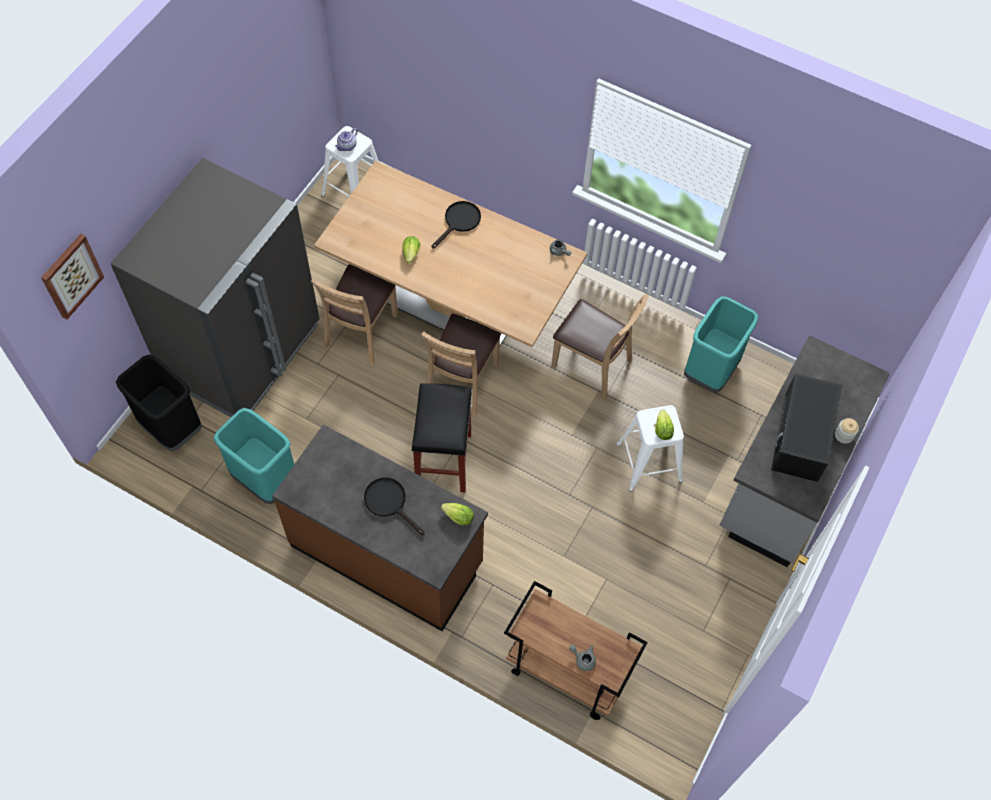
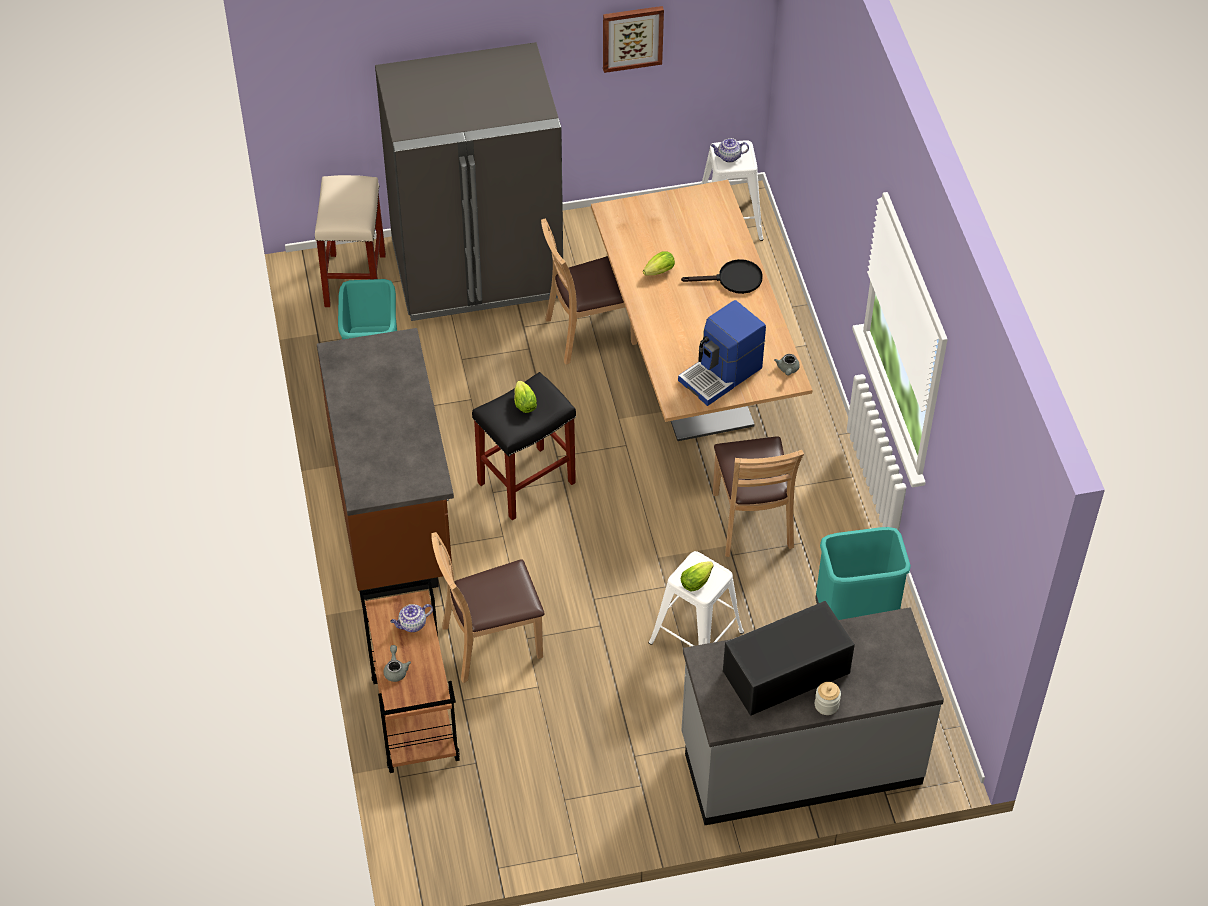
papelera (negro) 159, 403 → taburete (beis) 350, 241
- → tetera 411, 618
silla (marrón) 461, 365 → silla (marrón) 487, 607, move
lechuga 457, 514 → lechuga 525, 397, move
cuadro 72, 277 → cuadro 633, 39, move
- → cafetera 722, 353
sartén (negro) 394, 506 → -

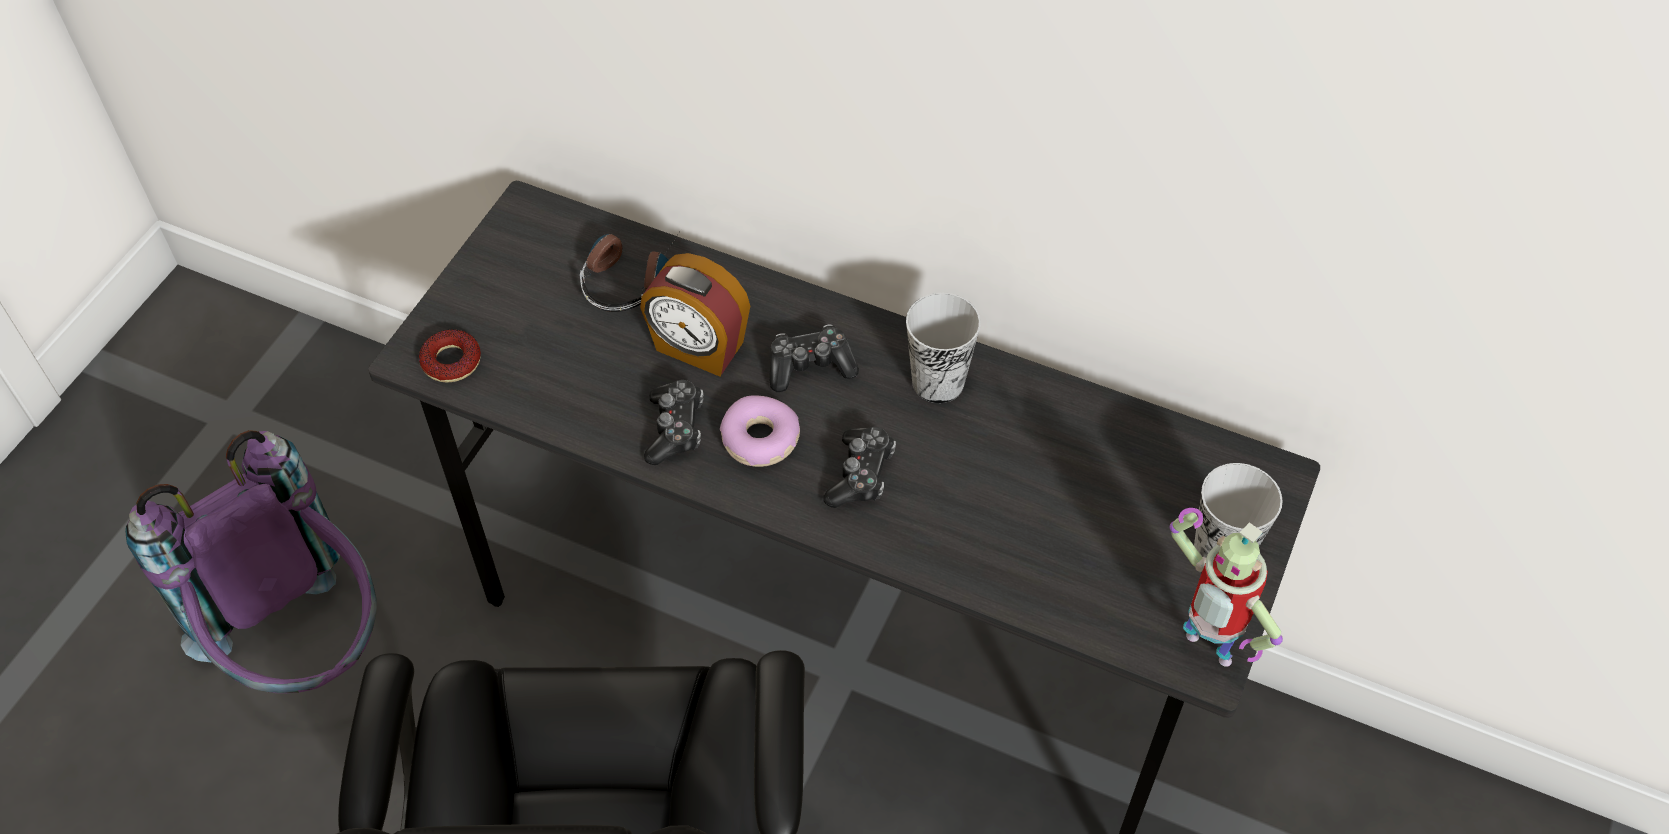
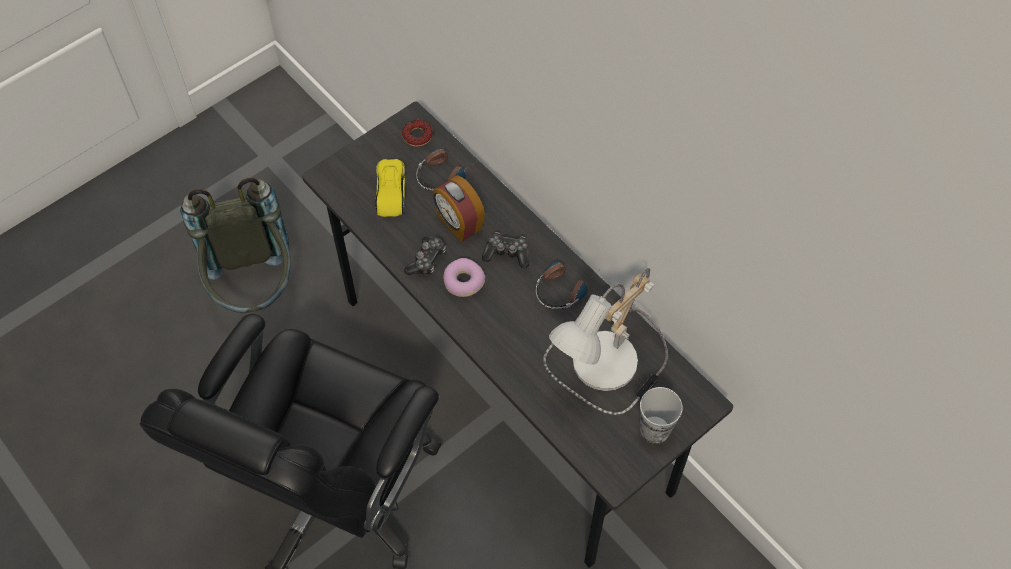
mochila (morado) 251, 561 → mochila (gris) 235, 245
- → coche de juguete (amarillo) 390, 188
rosquilla 450, 355 → rosquilla 417, 133, move
taza 943, 348 → auriculares 563, 285
- → lámpara de mesa 605, 341
mando de consola 859, 467 → -
robot de juguete 1226, 587 → -

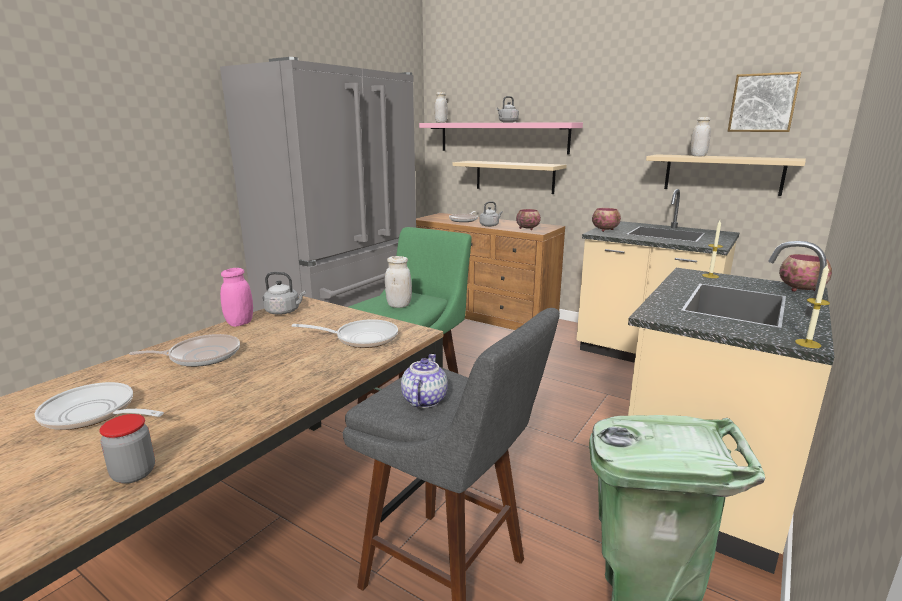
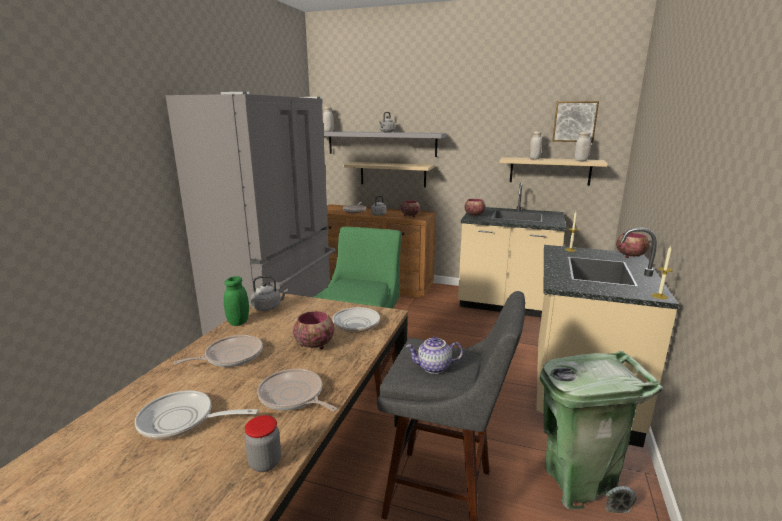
tarro (rosa) 236, 297 → tarro (verde) 236, 301
- → sartén 297, 390
- → cuenco 313, 330
estante (rosa) 501, 138 → estante (gris) 384, 144
tetera 424, 381 → tetera 434, 355, 90 degrees counterclockwise
tarro (blanco) 398, 282 → tarro (blanco) 582, 146, move

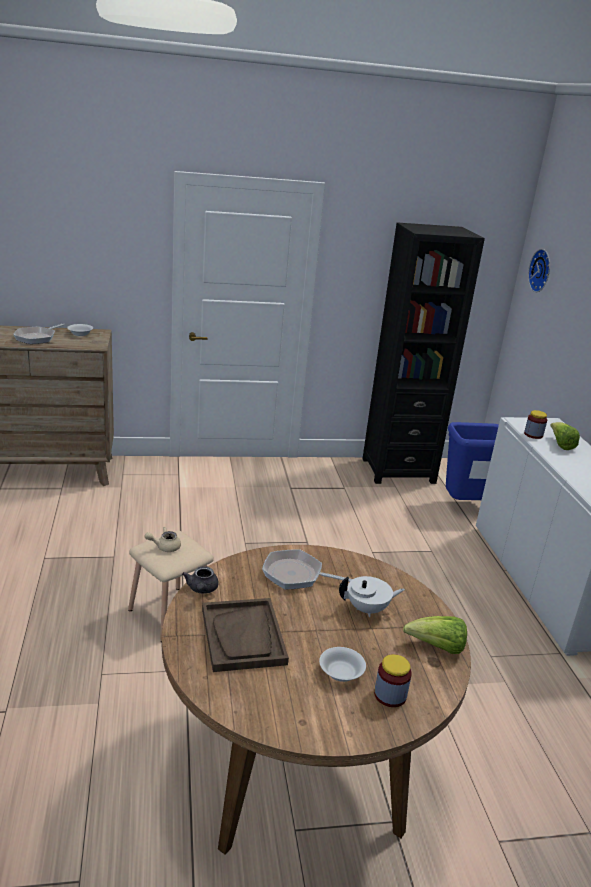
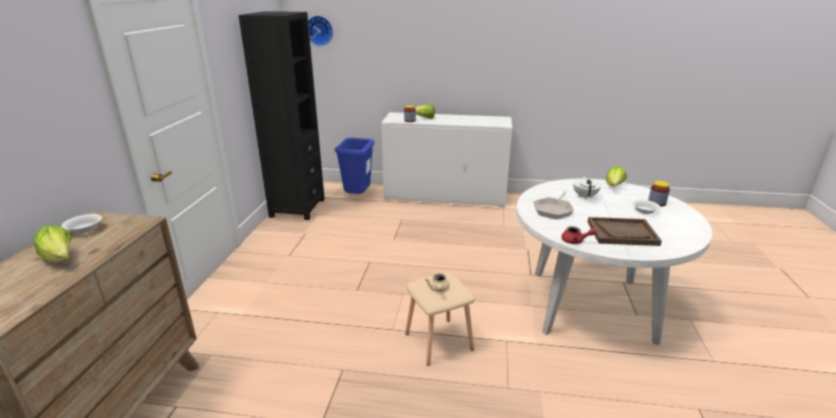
sartén 39, 333 → lechuga 52, 243
mesa de comedor (marrón) 316, 700 → mesa de comedor (blanco) 614, 262
tetera (gris) 200, 580 → tetera (rojo) 579, 235

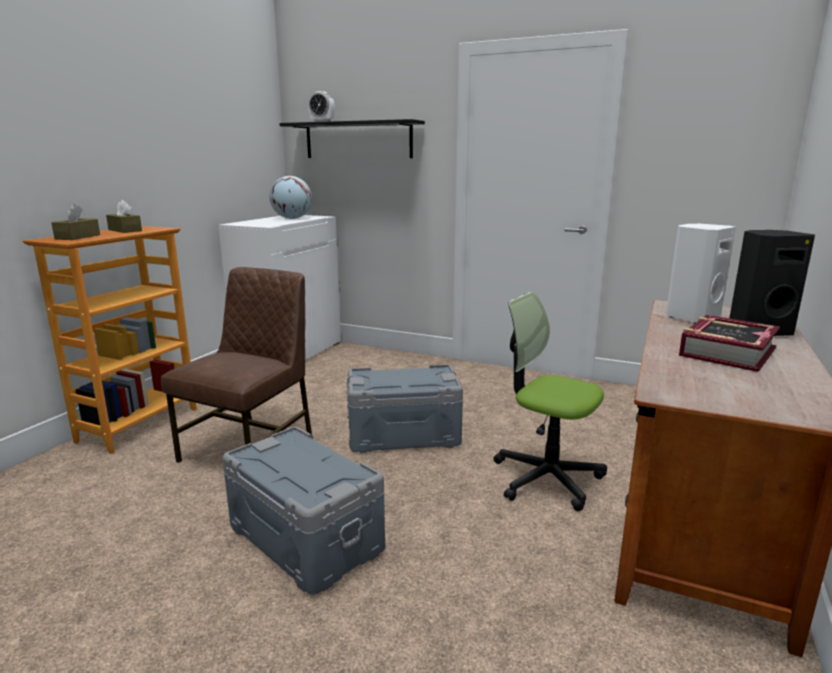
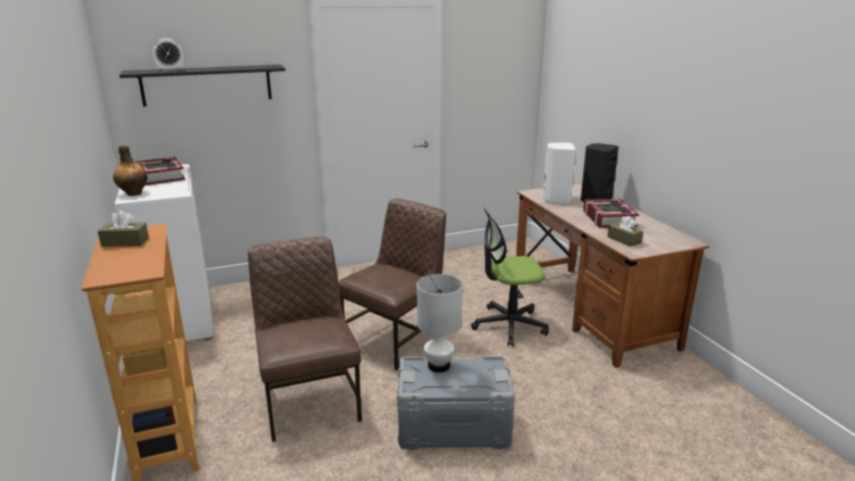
- → botella 130, 170
globo terráqueo 290, 197 → libro 160, 171
caja de almacenaje (gris) 405, 408 → silla (marrón) 392, 284
- → lámpara de mesa (blanco) 440, 323
caja de pañuelos (marrón) 75, 222 → caja de pañuelos (marrón) 625, 231, move

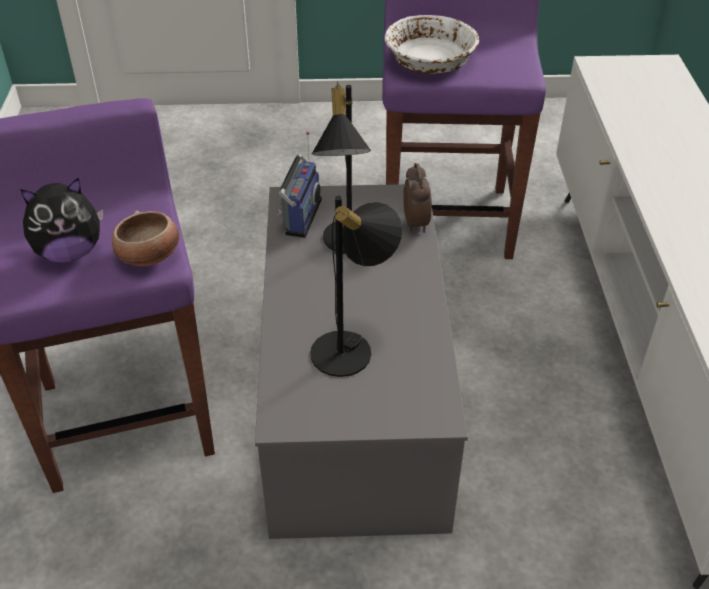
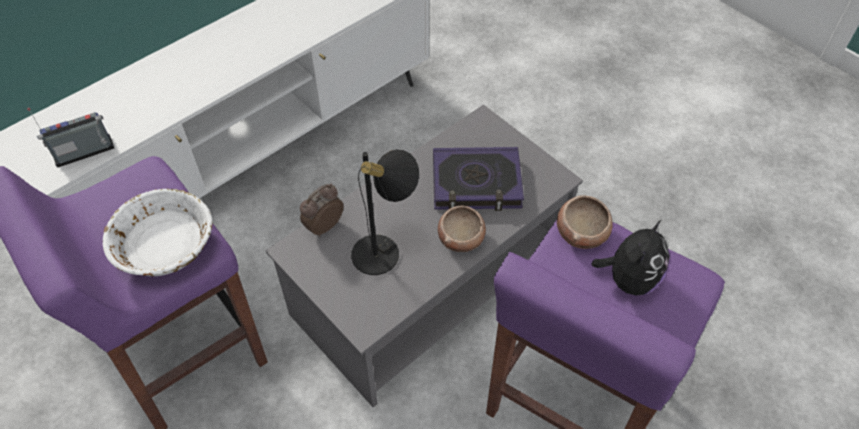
radio 299, 184 → radio 70, 138, move
lámpara de mesa (negro) 356, 286 → libro 478, 179
- → cuenco 462, 229
peluche 61, 219 → peluche 630, 258, 90 degrees clockwise

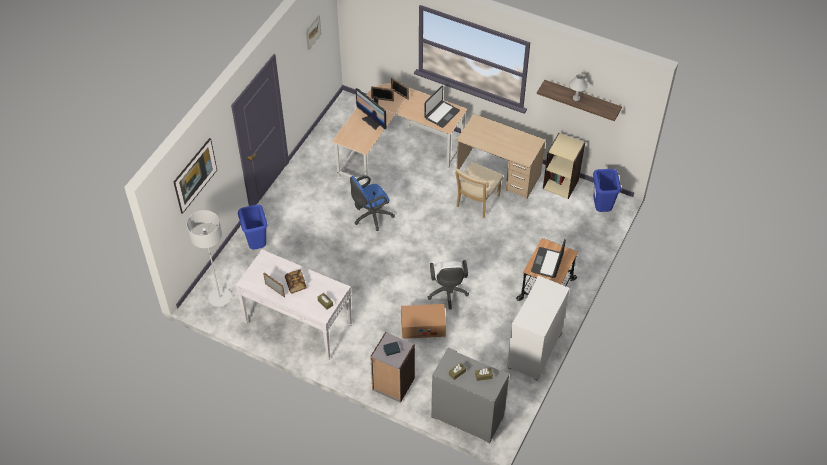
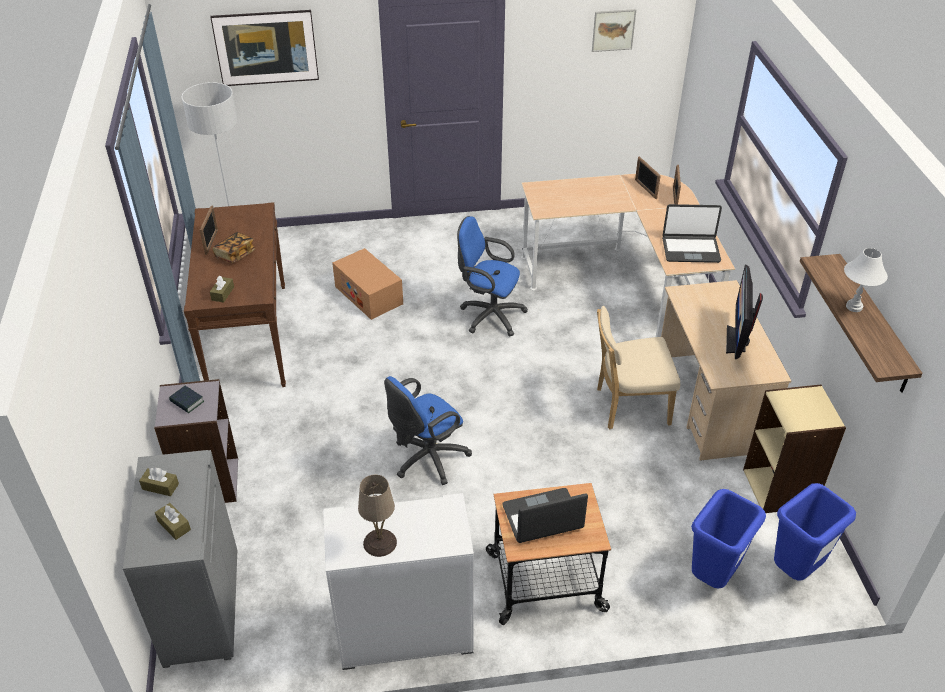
mesa consola (blanco) 293, 304 → mesa consola (marrón) 235, 294
caja de cartón 423, 321 → caja de cartón 367, 284, move
- → lámpara de mesa (beis) 377, 516
silla de oficina (blanco) 448, 284 → silla de oficina (azul) 428, 430
papelera (azul) 253, 227 → papelera (azul) 728, 538, move
monitor 371, 109 → monitor 744, 312, move

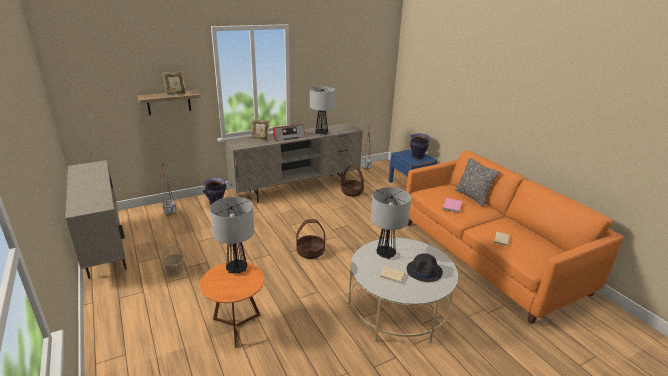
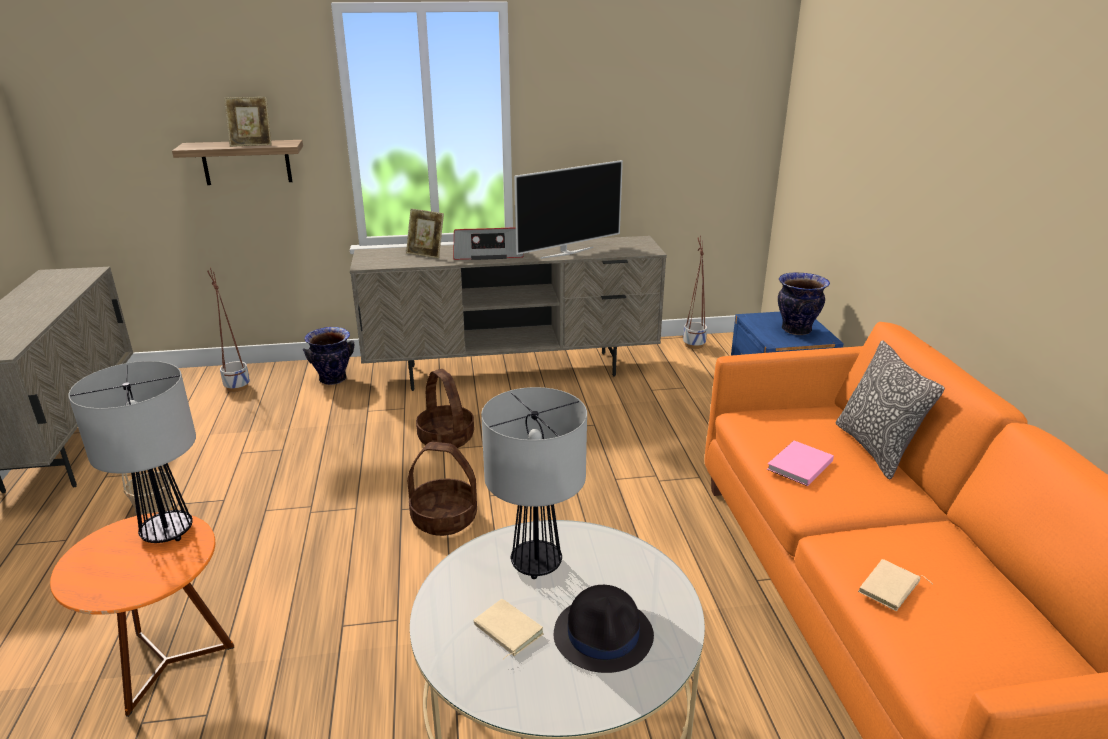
cesta 352, 181 → cesta 445, 408, move
lámpara de mesa 322, 110 → televisor 568, 209

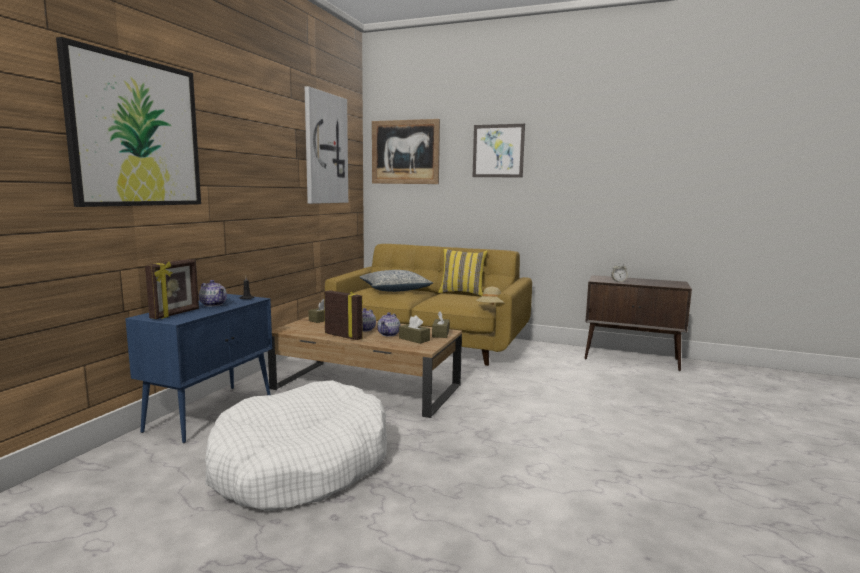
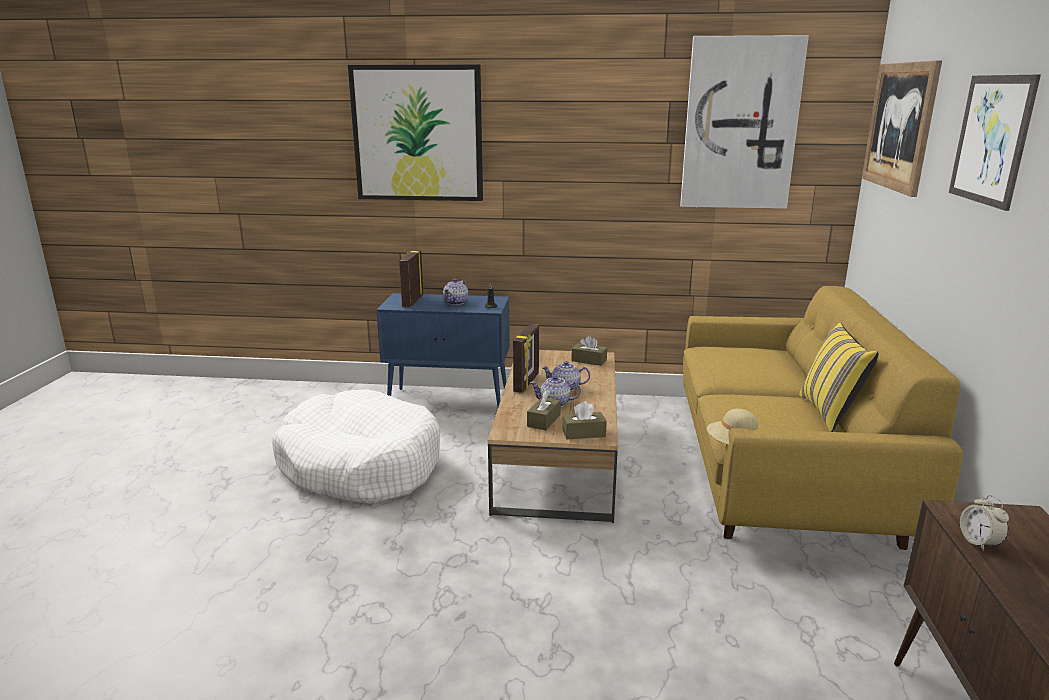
portarretratos 172, 289 → portarretratos 411, 278, 90 degrees clockwise
cojín 396, 281 → -

